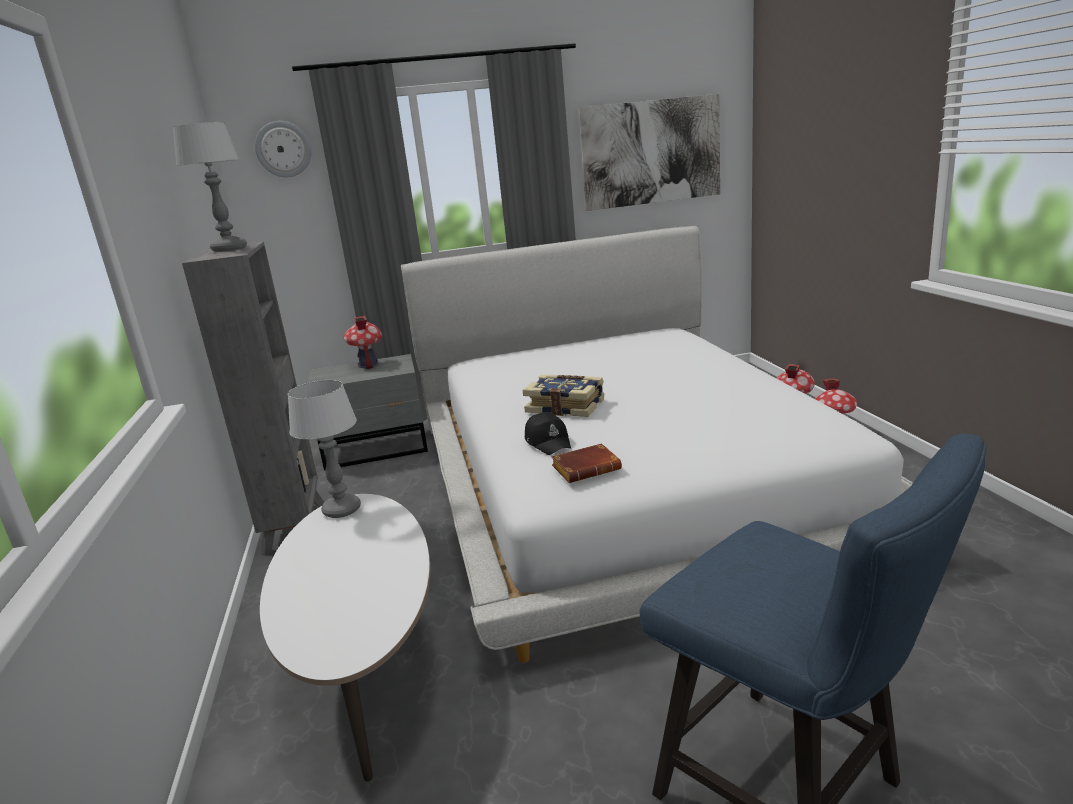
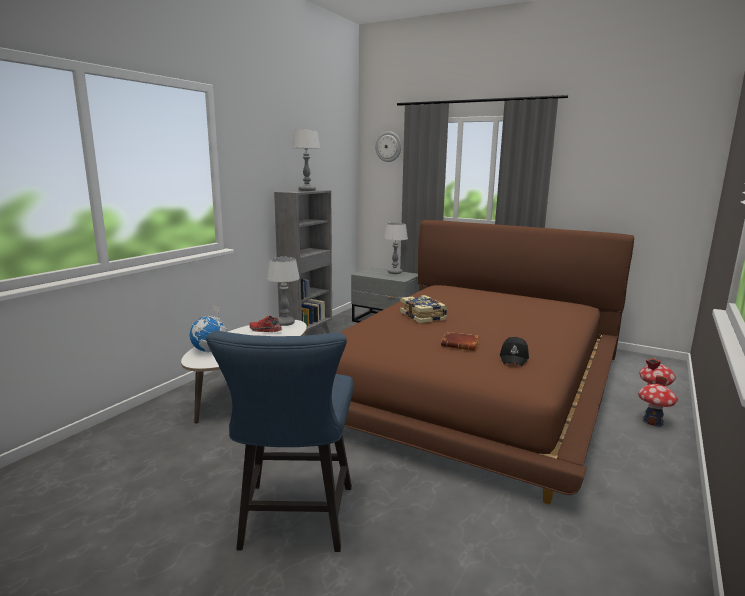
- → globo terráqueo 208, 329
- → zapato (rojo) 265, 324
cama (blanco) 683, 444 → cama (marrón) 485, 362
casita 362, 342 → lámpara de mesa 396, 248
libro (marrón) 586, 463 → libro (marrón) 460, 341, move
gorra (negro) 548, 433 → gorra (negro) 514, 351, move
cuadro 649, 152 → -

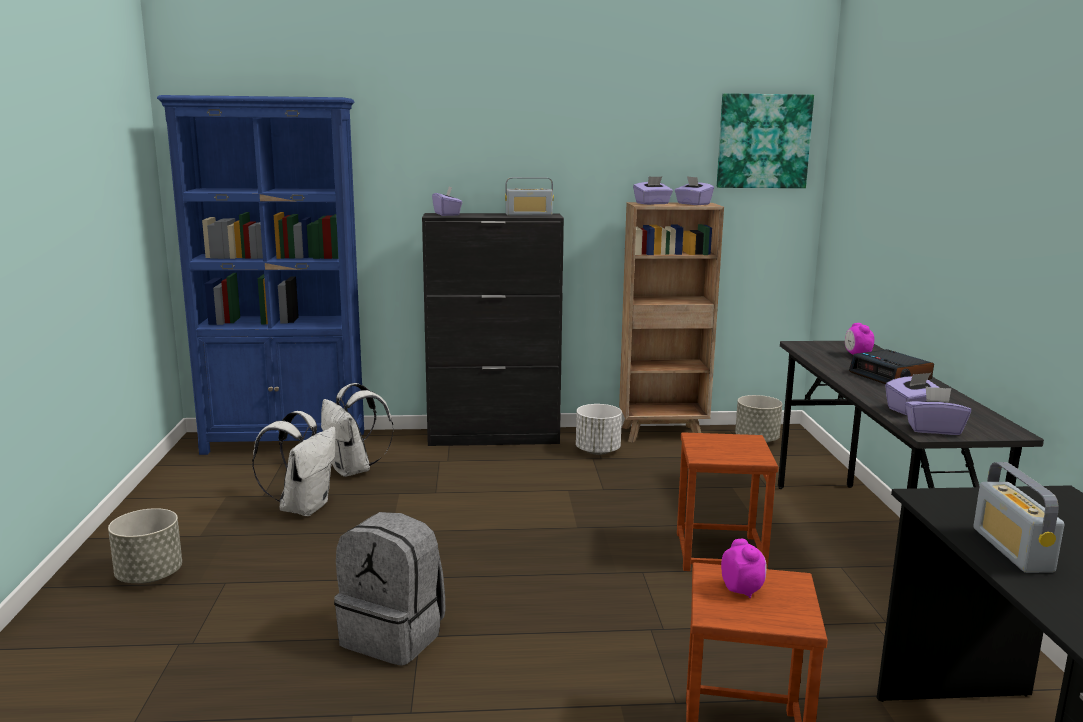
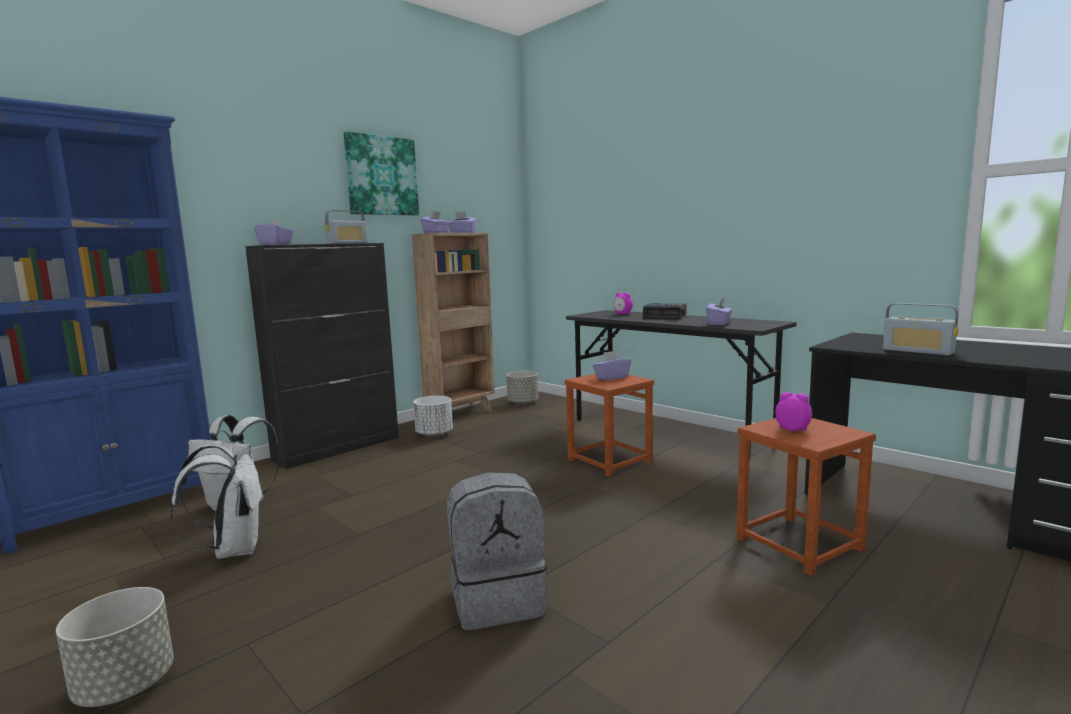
cuadro 765, 140 → cuadro 381, 173, move
caja de pañuelos (morado) 938, 410 → caja de pañuelos (morado) 612, 366, move

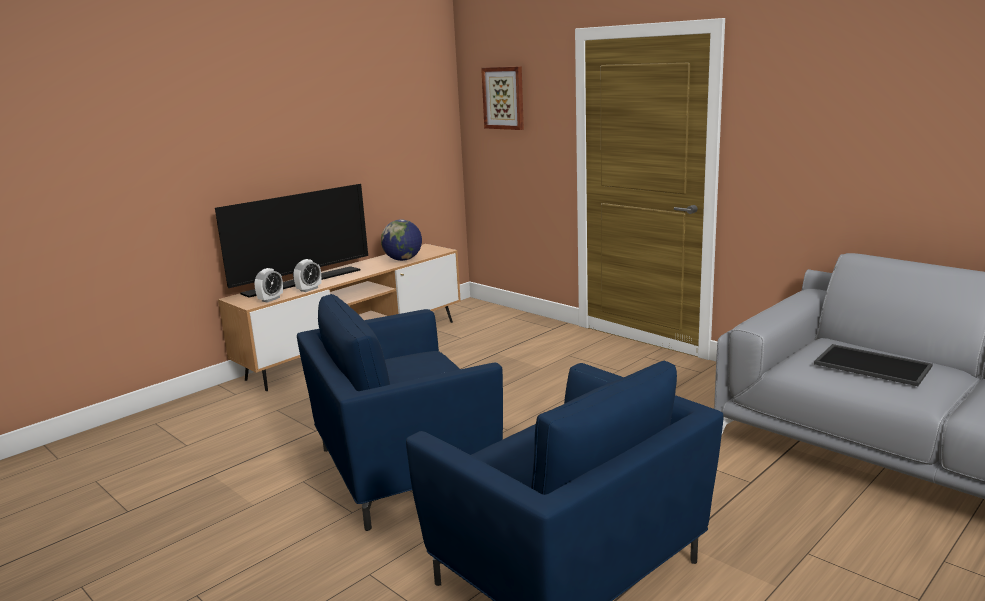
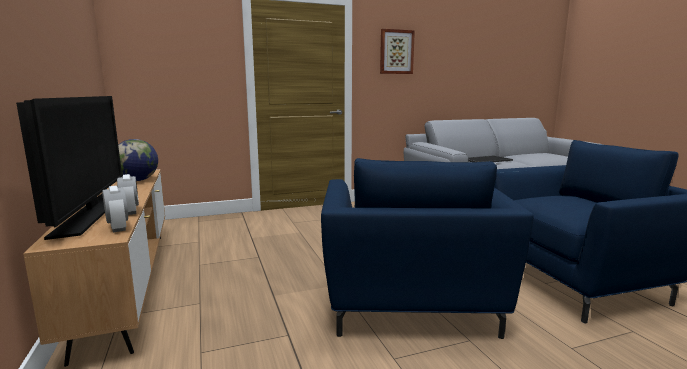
cuadro 502, 98 → cuadro 397, 51, move

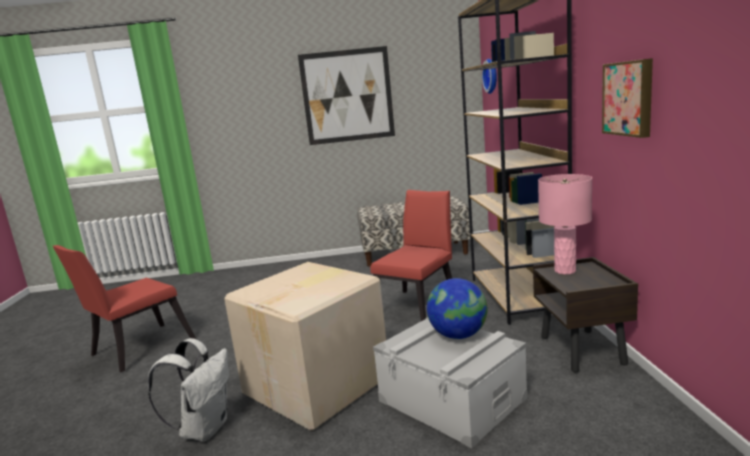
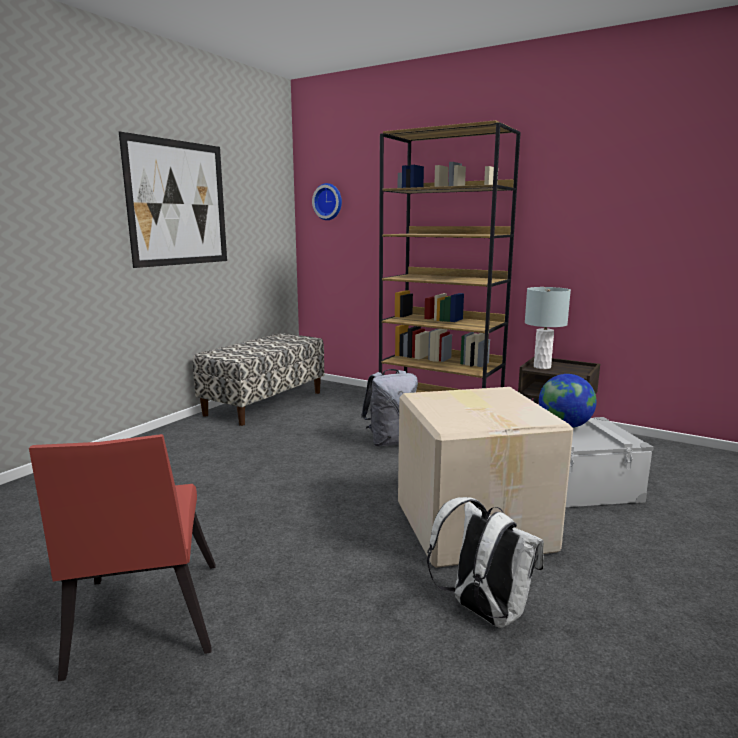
silla (rojo) 411, 255 → mochila (gris) 389, 407
lámpara de mesa (rosa) 565, 224 → lámpara de mesa (gris) 548, 328
cuadro 627, 98 → -

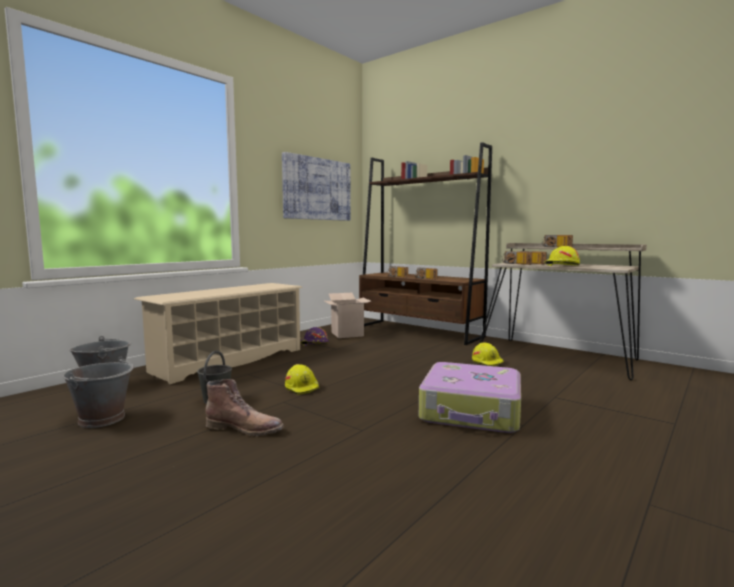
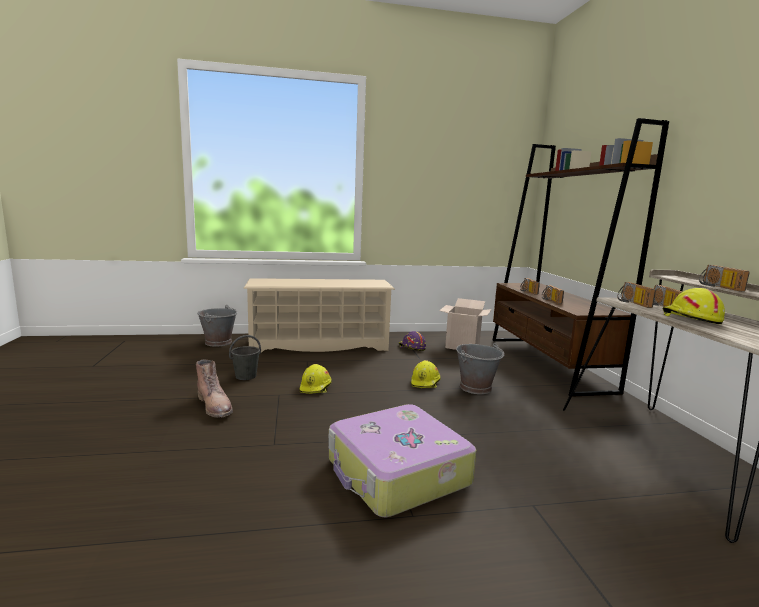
casco (amarillo) 488, 354 → casco (amarillo) 425, 374, move
cubo (gris) 98, 392 → cubo (gris) 480, 368, move
cuadro 316, 186 → -

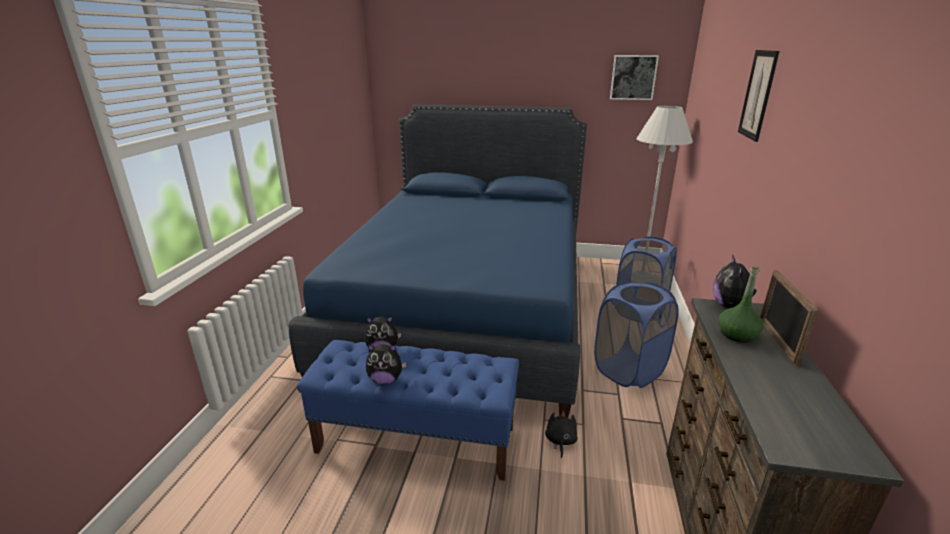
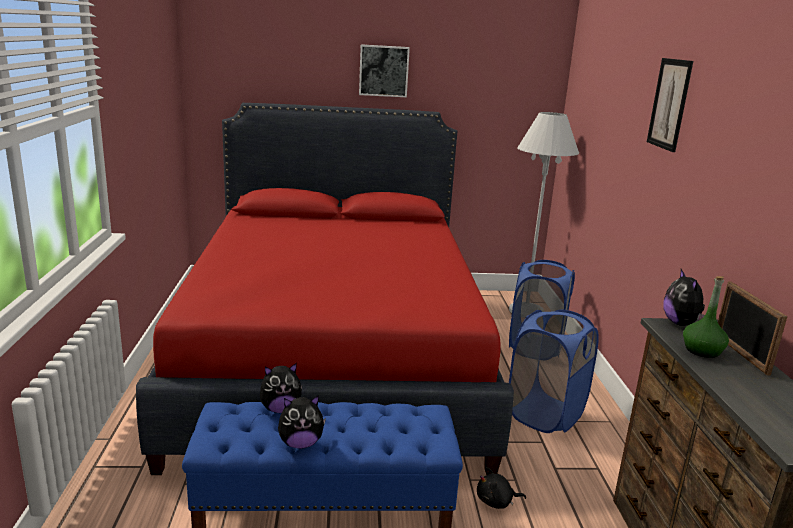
cama (azul) 437, 261 → cama (rojo) 325, 289
cuadro 634, 77 → cuadro 384, 70, move
peluche (negro) 561, 434 → peluche (negro) 501, 488, 90 degrees counterclockwise

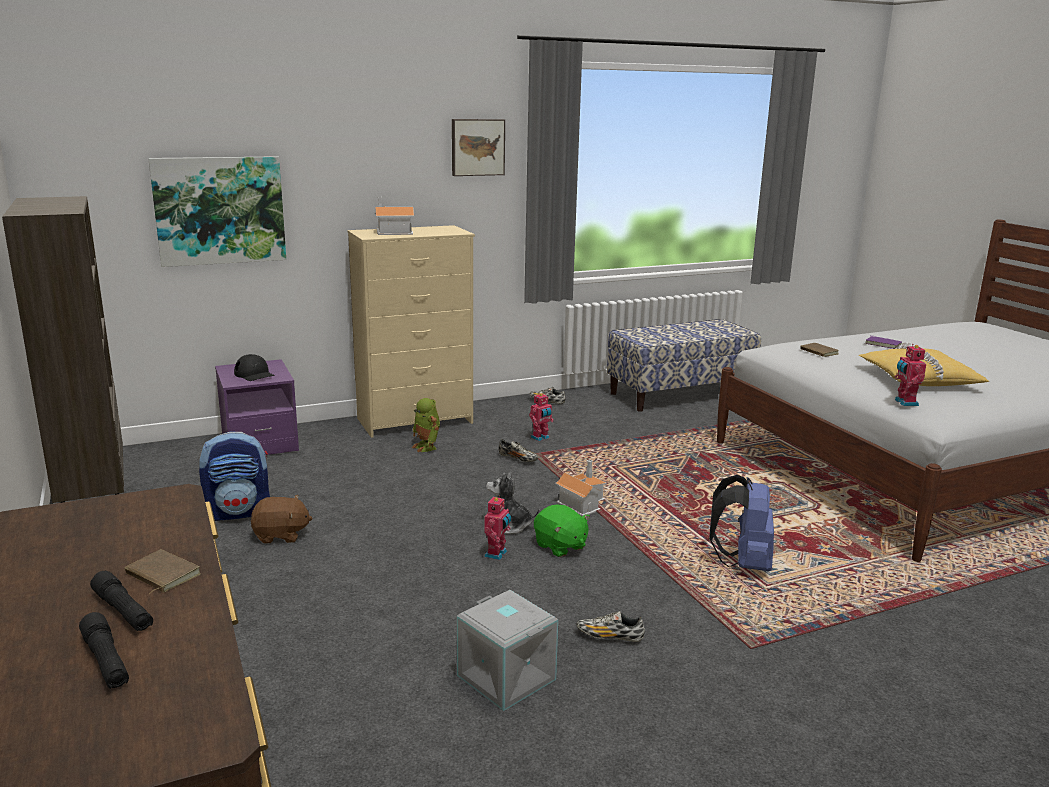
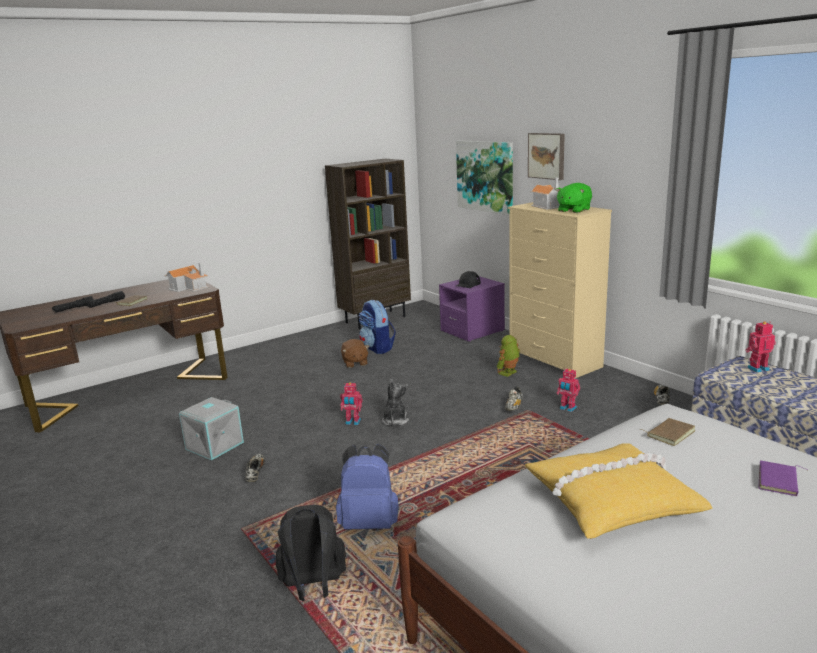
casita 581, 487 → casita 186, 277, move
- → mochila (negro) 311, 552
cuadro 478, 147 → cuadro 546, 156, move
peluche (verde) 562, 530 → peluche (verde) 574, 198, move
robot de juguete 910, 375 → robot de juguete 760, 347, move

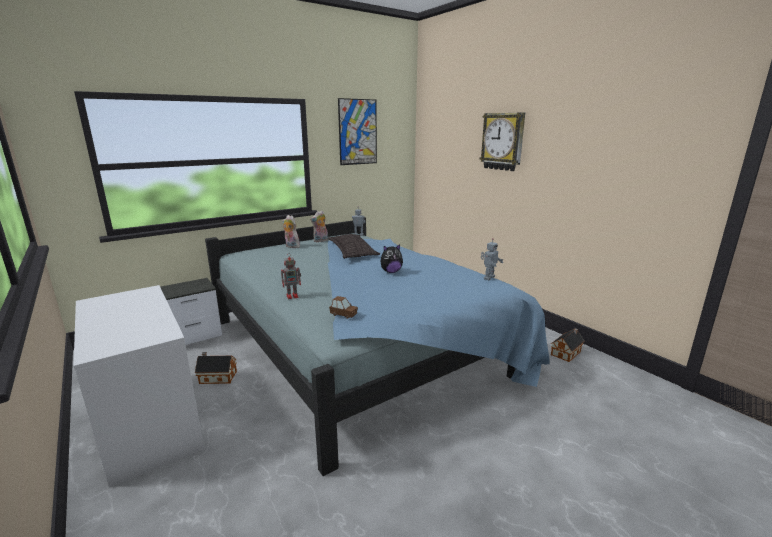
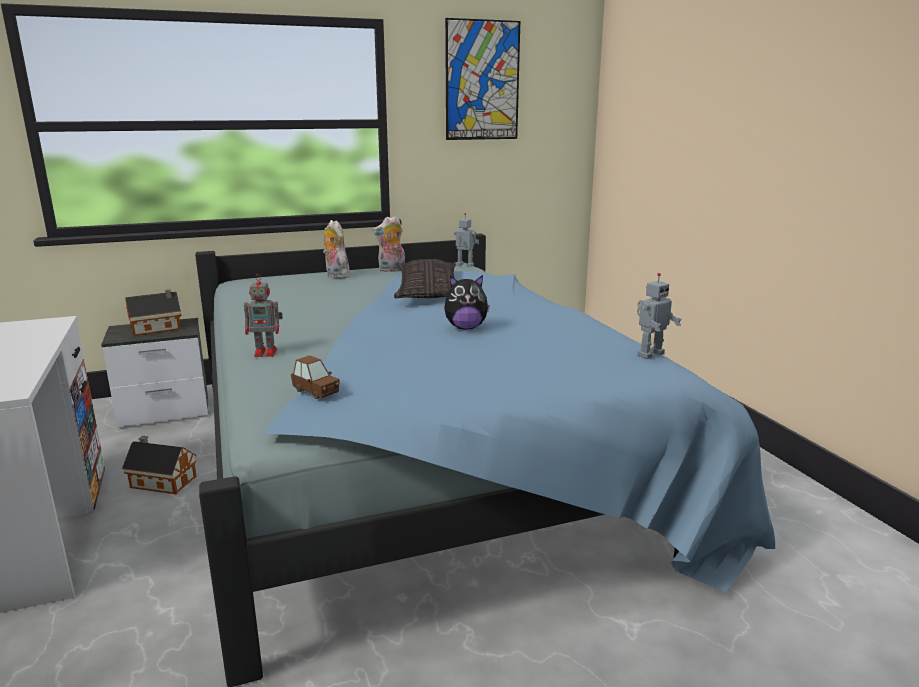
casita 568, 345 → casita 153, 312, move
reloj de pared 502, 141 → -

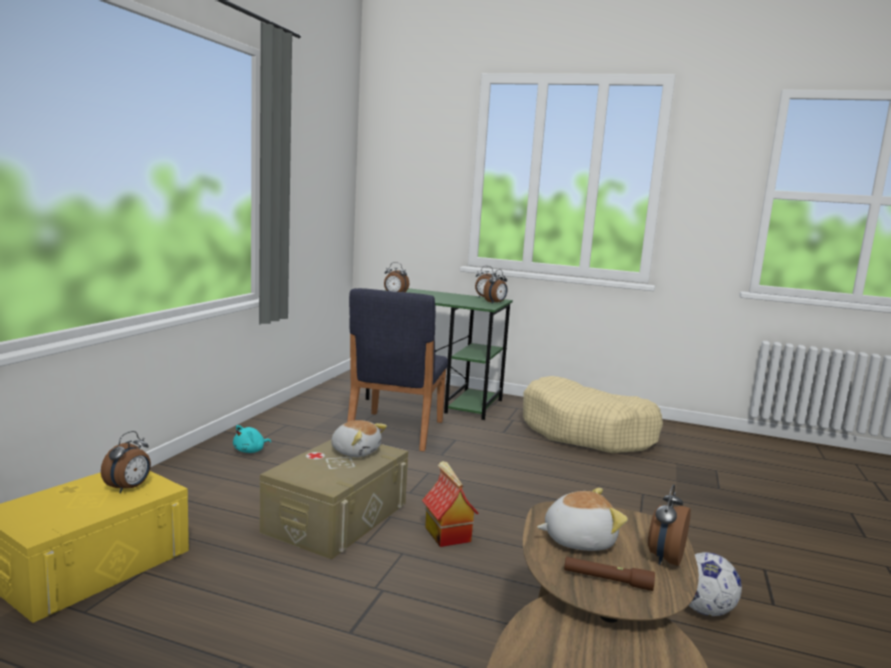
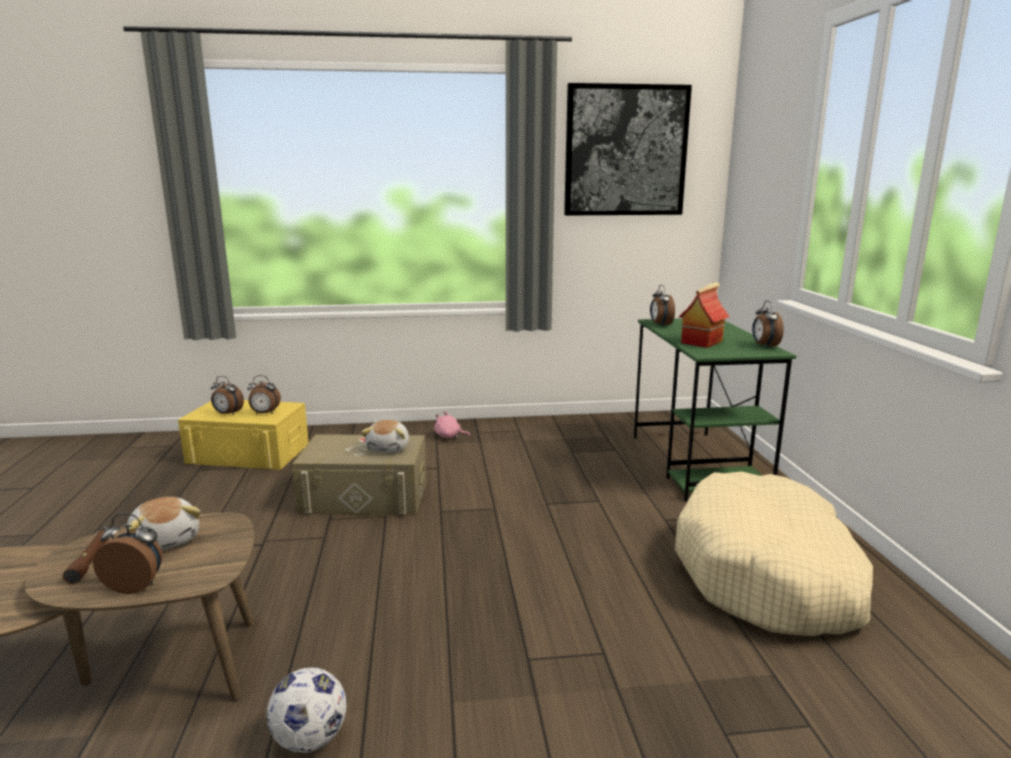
despertador 495, 286 → despertador 227, 395, move
peluche (turquesa) 252, 439 → peluche (rosa) 452, 424
- → cuadro 628, 149
casita 450, 504 → casita 703, 315, move
silla (azul) 397, 369 → -

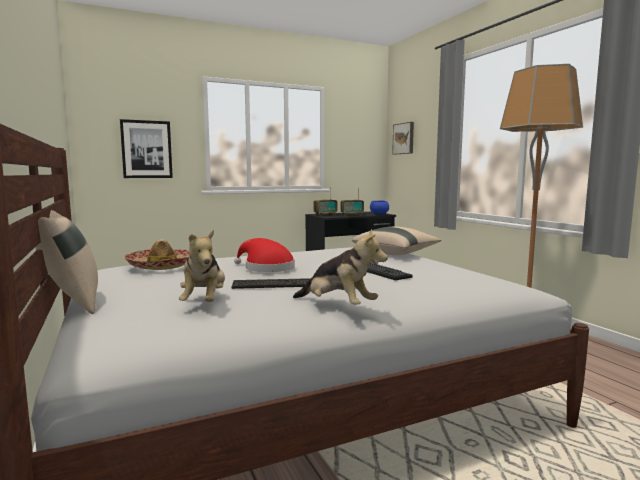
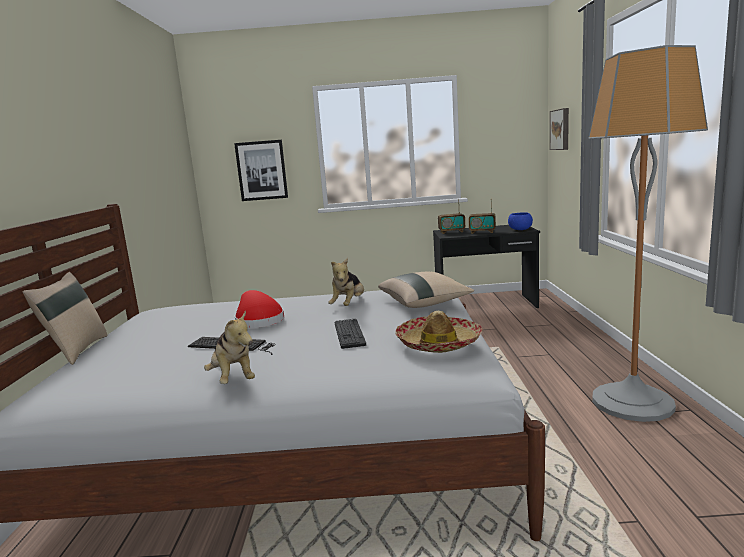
peluche 202, 266 → peluche 346, 282, move
sombrero 157, 254 → sombrero 438, 332, move

